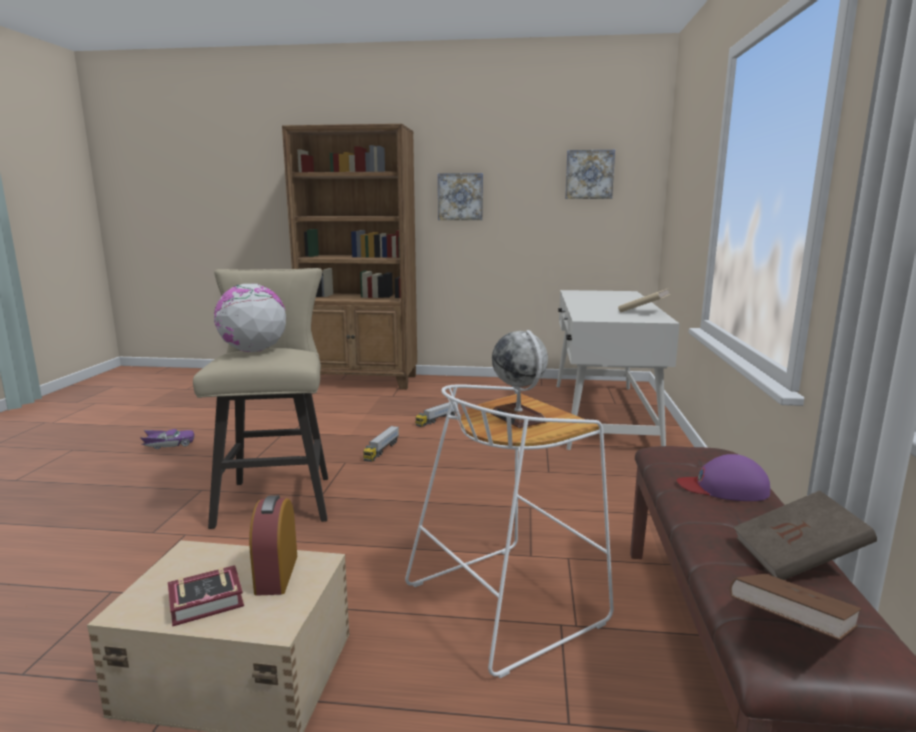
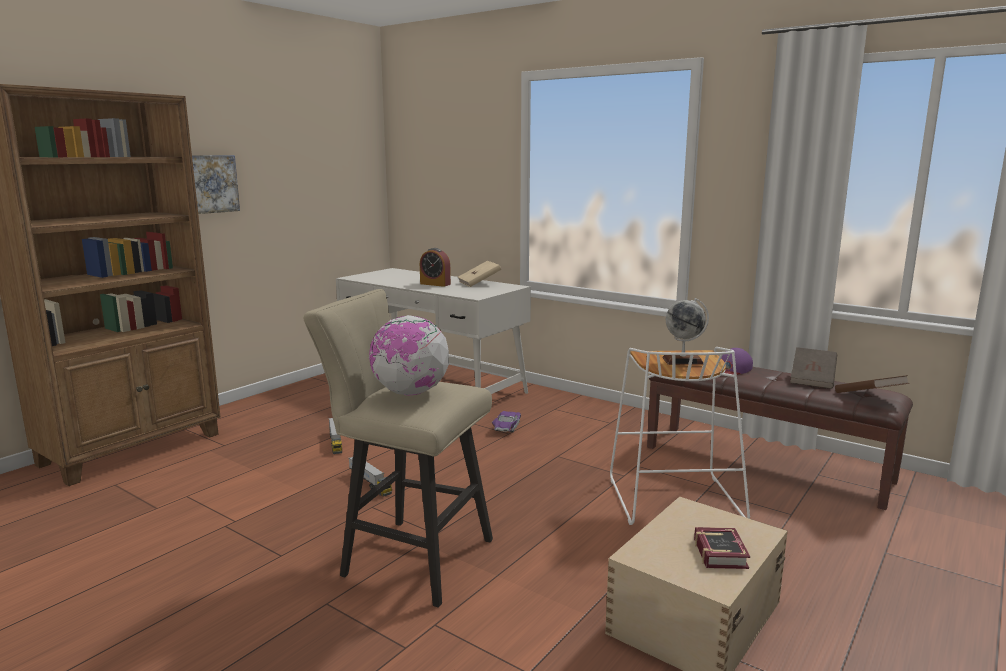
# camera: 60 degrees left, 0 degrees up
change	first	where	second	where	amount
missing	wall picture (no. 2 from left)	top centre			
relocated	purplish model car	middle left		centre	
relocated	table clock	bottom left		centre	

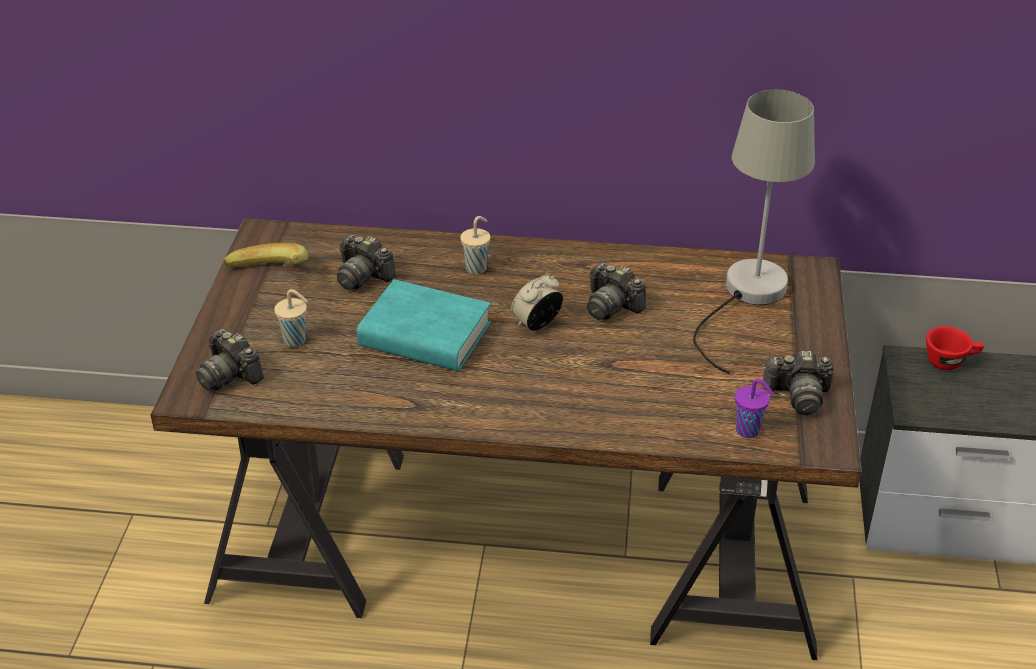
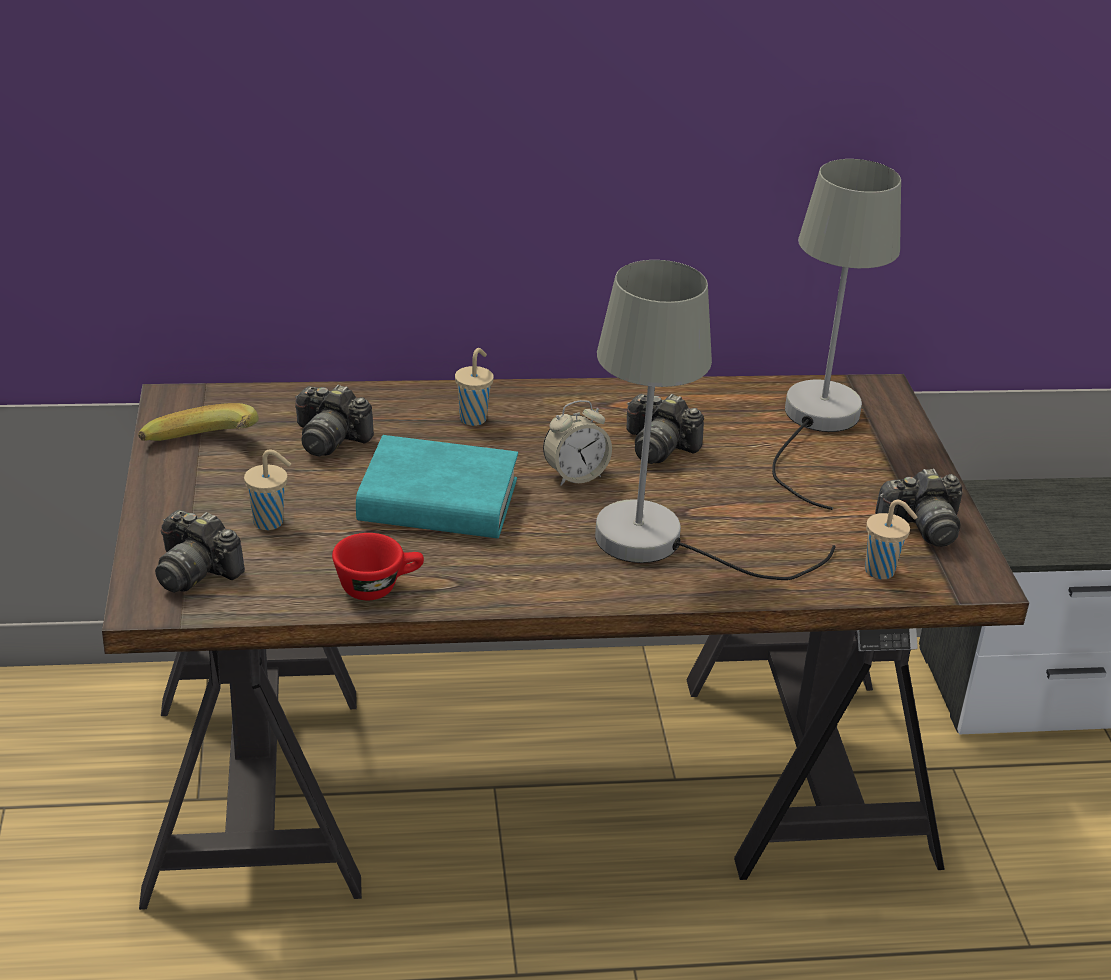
# camera: 15 degrees left, 5 degrees down
change	first	where	second	where	amount
spun	table clock	centre		centre	150 degrees counterclockwise
relocated	red-coloured small cup	middle right		centre	
colour	purplish small cup	middle right	beige-coloured small cup (no. 3 from left)	middle right	
appeared			greyish table lamp (no. 1 from left)	centre	

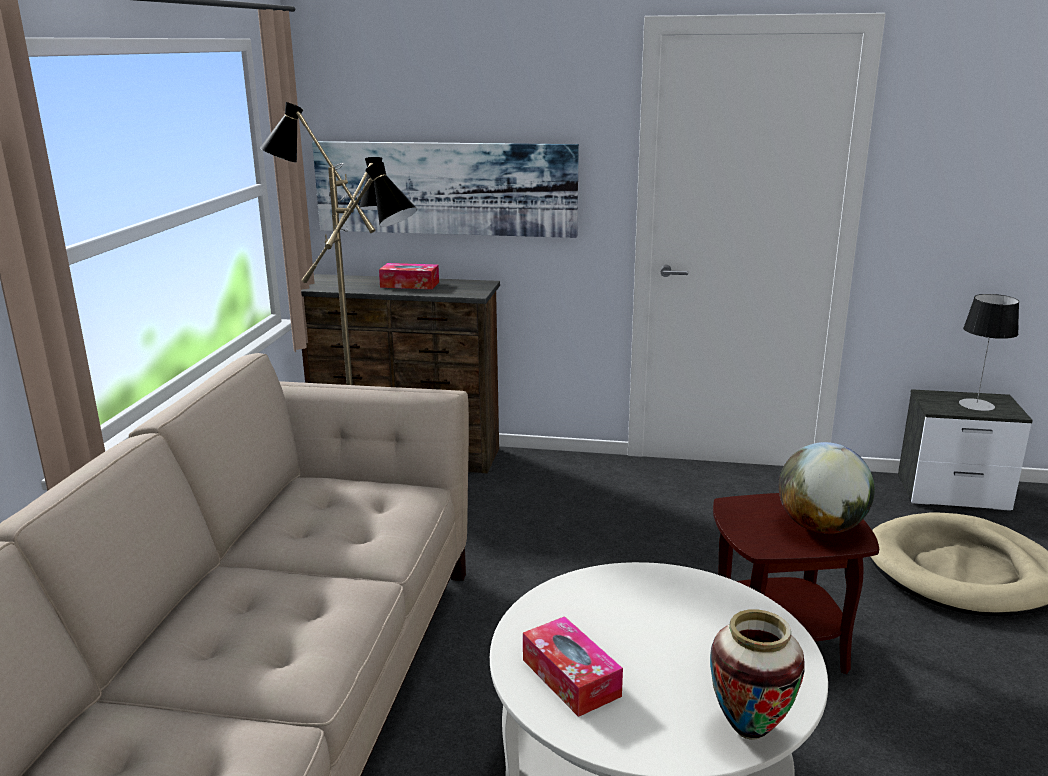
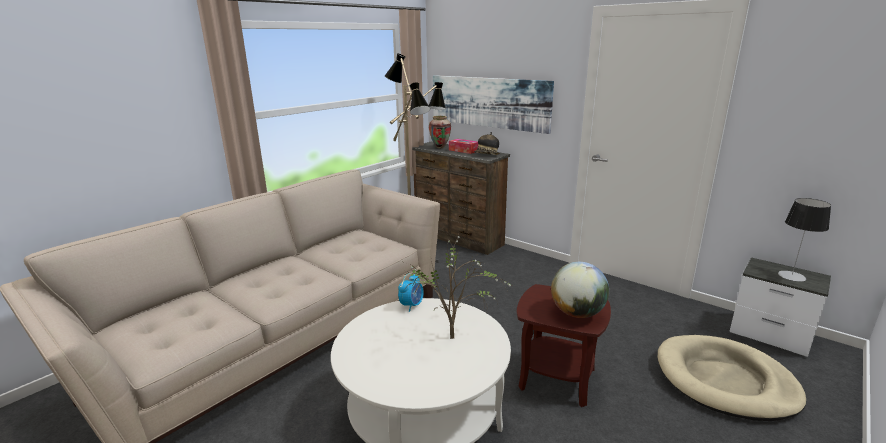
# camera: 30 degrees right, 0 degrees up
change	first	where	second	where	amount
relocated	vase	bottom right		top centre	
missing	tissue holder (no. 2 from left)	bottom centre			
appeared			hat	top centre	
appeared			potted plant	centre	
appeared			table clock	centre	

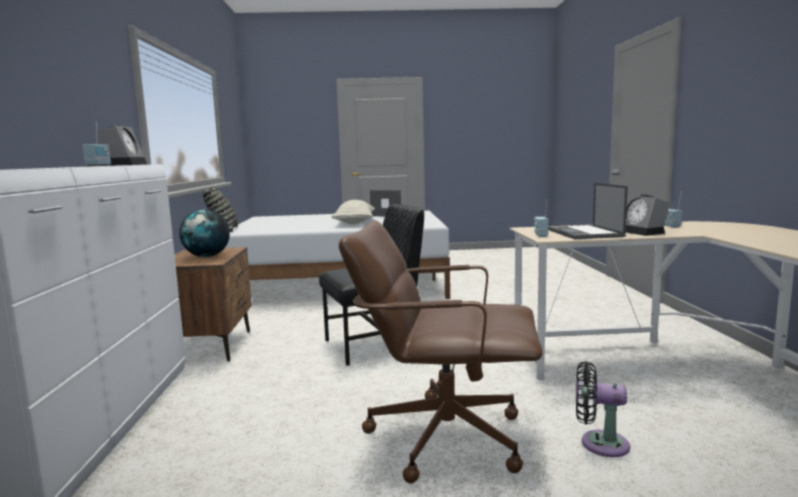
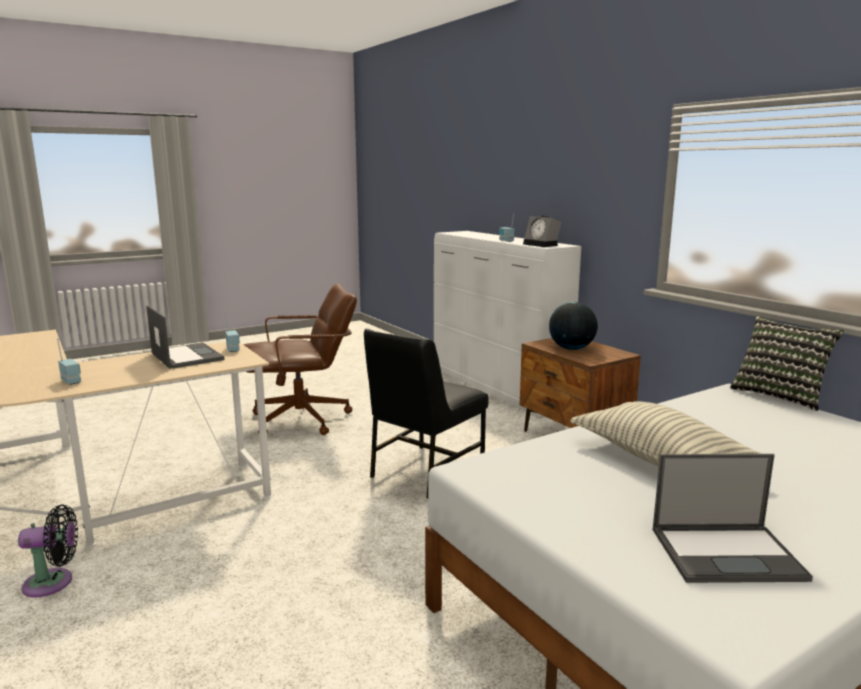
# camera: 150 degrees right, 5 degrees up
change	first	where	second	where	amount
missing	table clock (no. 2 from left)	middle right			
relocated	blackish fan	bottom right		bottom left	

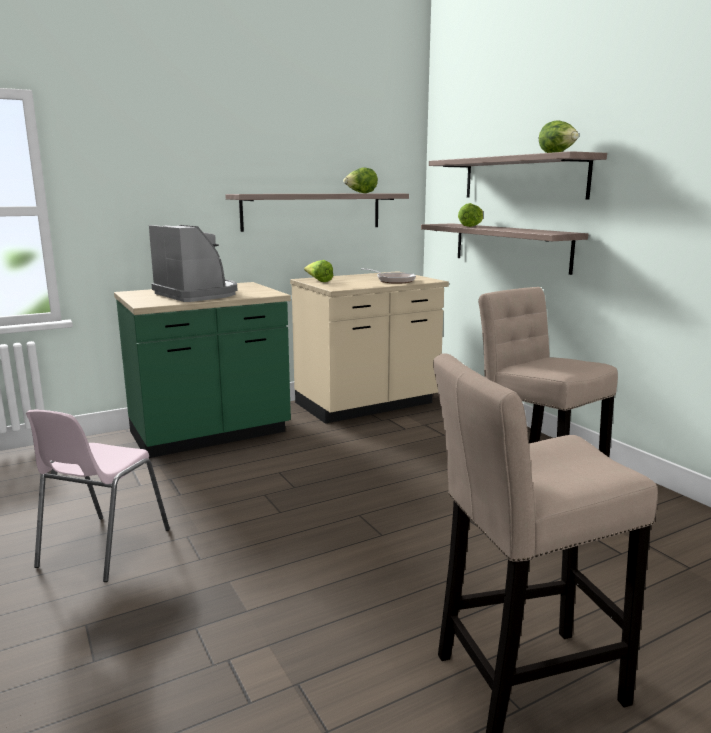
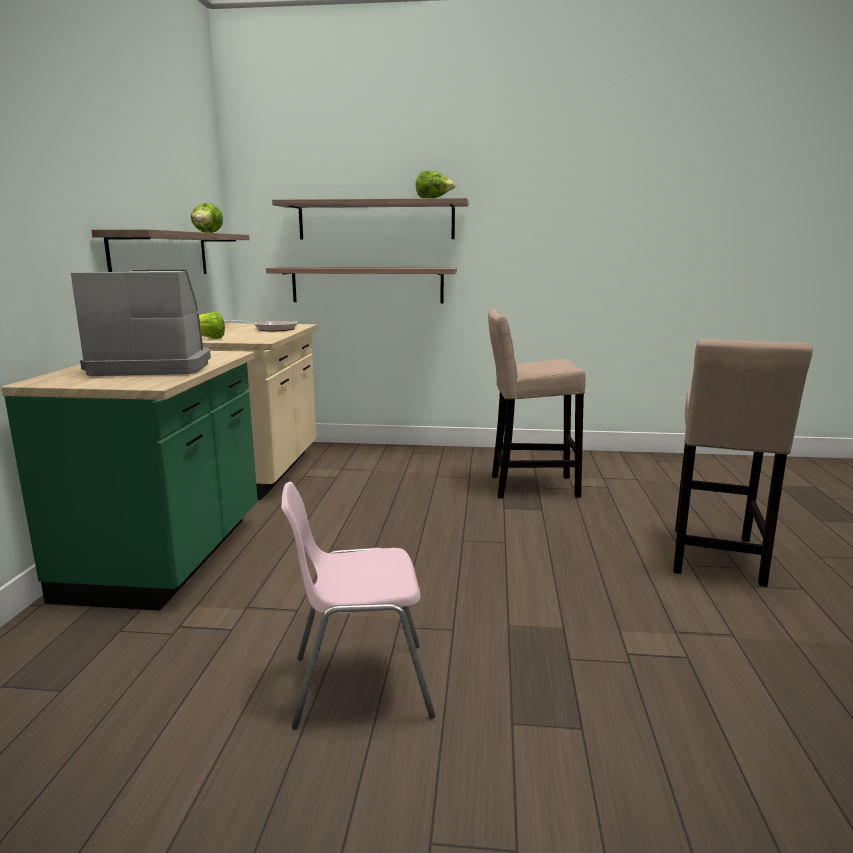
# camera: 55 degrees left, 0 degrees up
change	first	where	second	where	amount
missing	lettuce head (no. 3 from left)	top centre			
spun	pinkish plain chair	bottom left		bottom centre	120 degrees clockwise

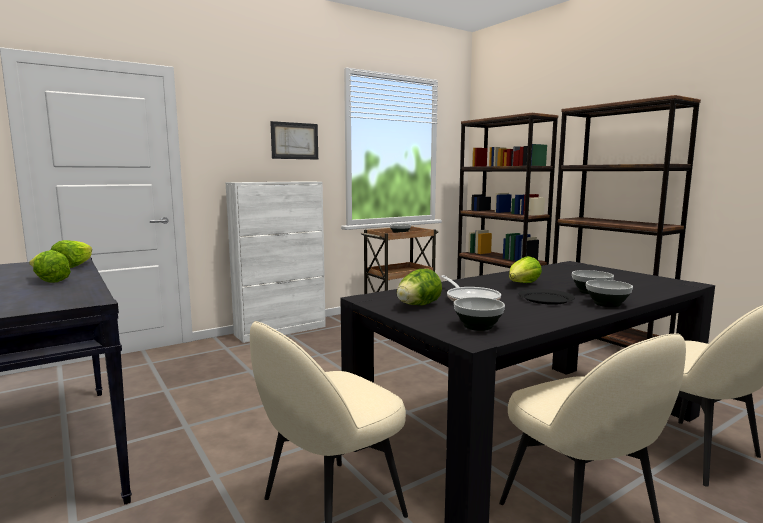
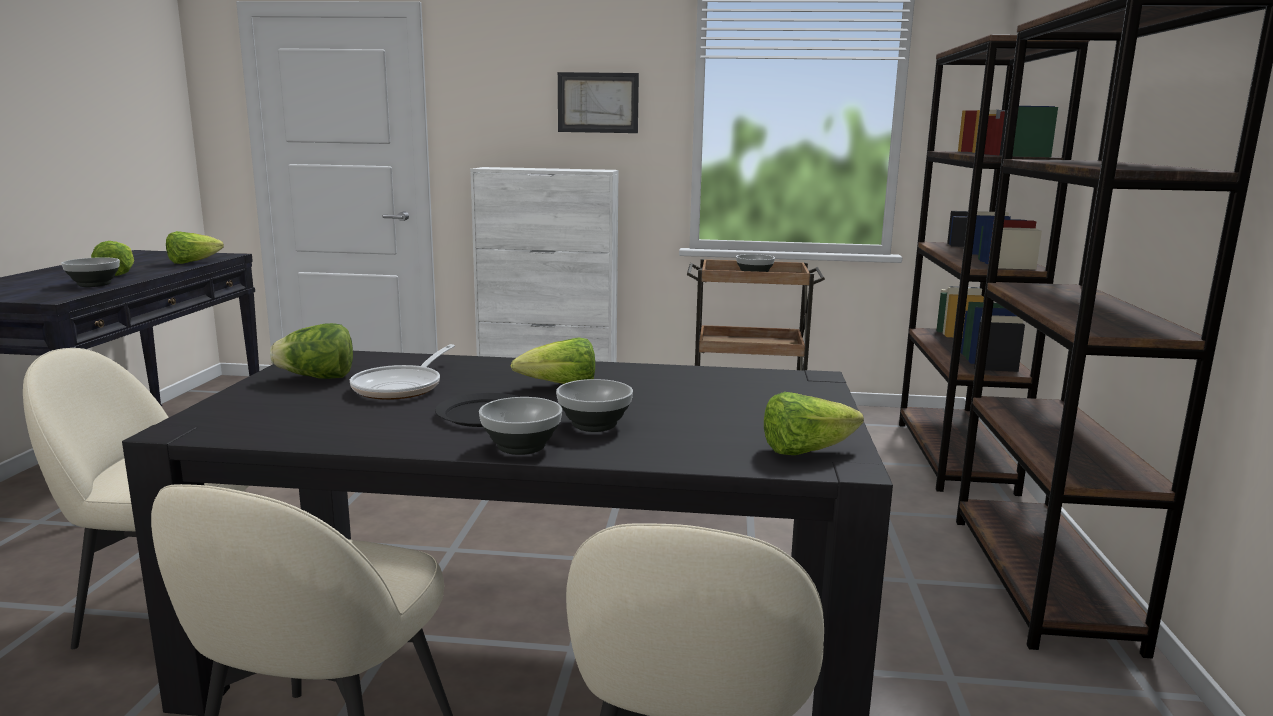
# camera: 40 degrees right, 5 degrees up
change	first	where	second	where	amount
relocated	serving bowl (no. 2 from left in the first image)	centre	serving bowl (no. 1 from left)	middle left	
appeared			lettuce head (no. 5 from left)	centre	

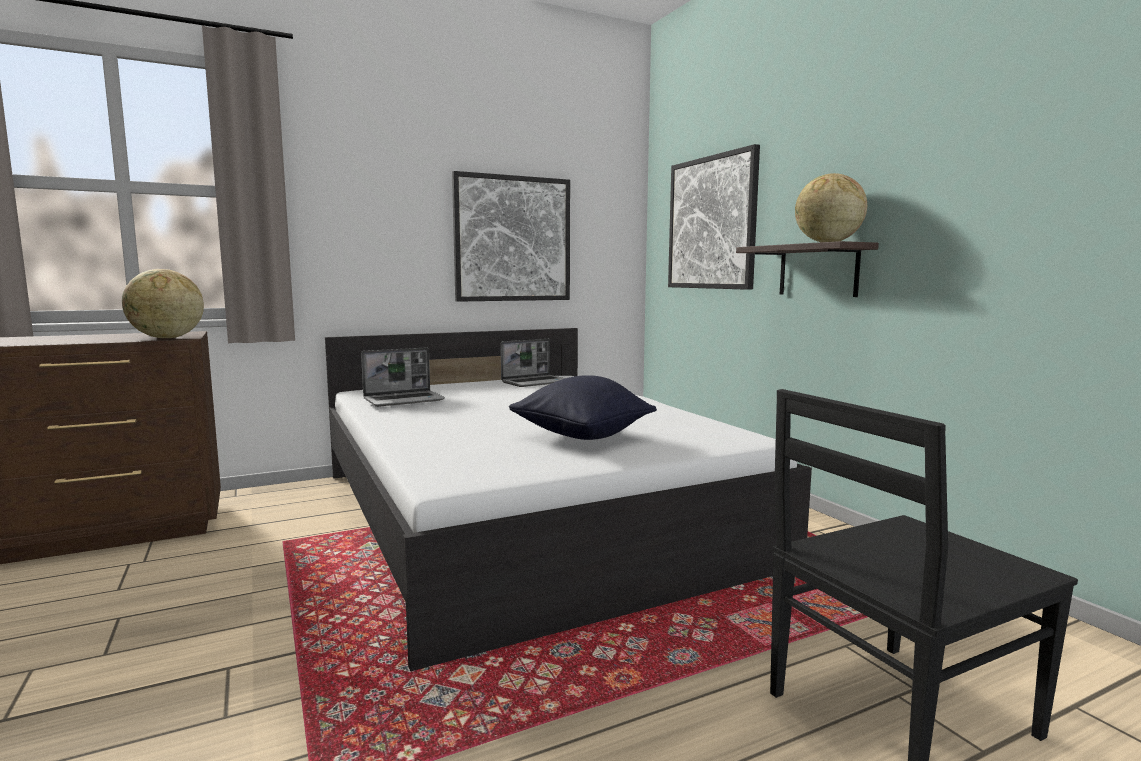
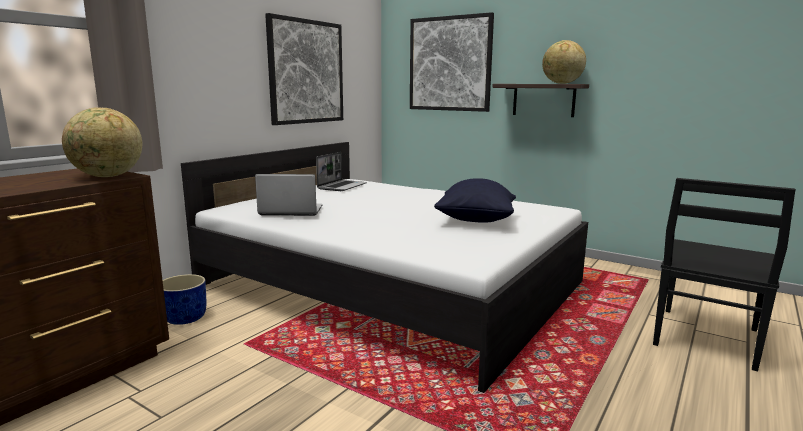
# camera: 30 degrees left, 5 degrees up
change	first	where	second	where	amount
spun	laptop (no. 1 from left)	centre		centre	120 degrees counterclockwise
appeared			bluish plant pot	bottom left	

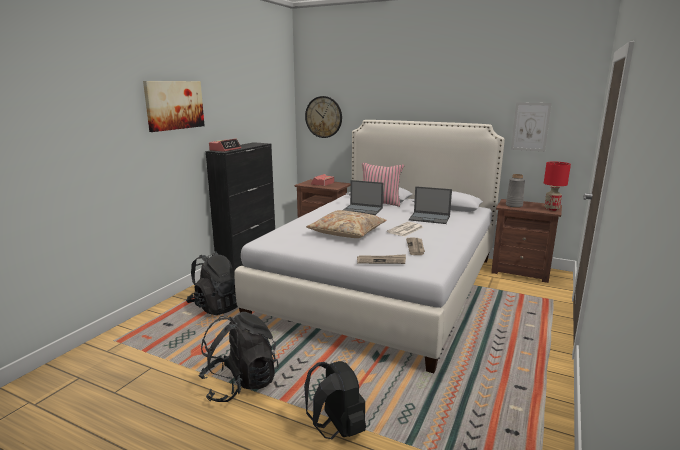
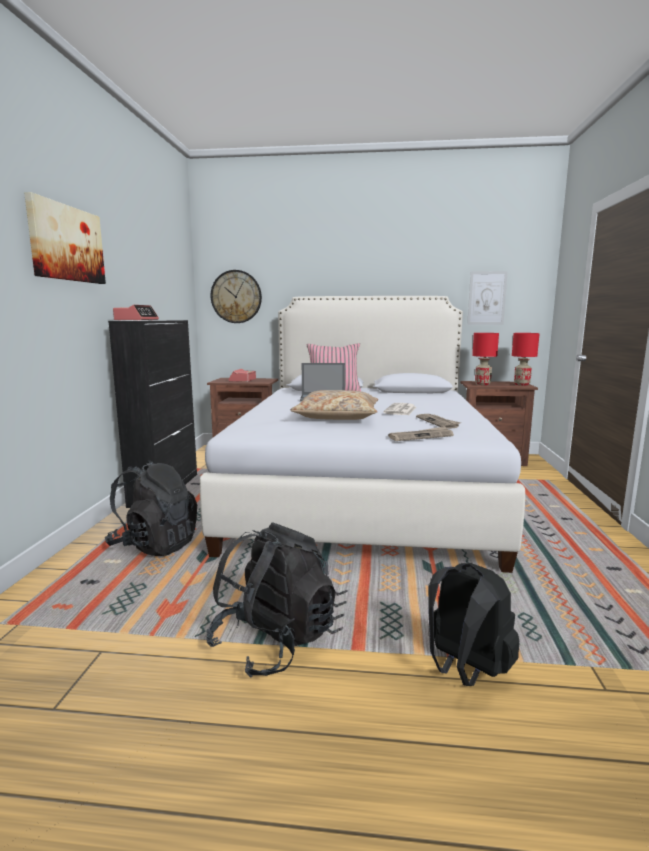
# camera: 20 degrees left, 5 degrees down
change	first	where	second	where	amount
exchanged	greyish vase	middle right	red-coloured table lamp (no. 1 from left)	middle right	
missing	laptop (no. 2 from left)	centre			

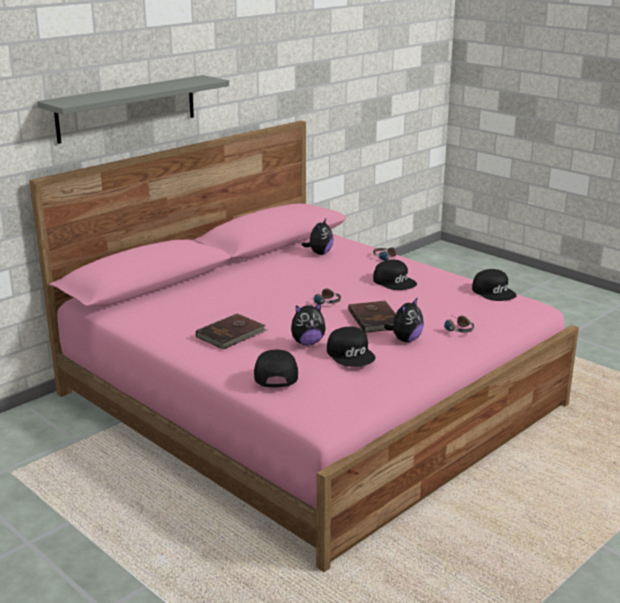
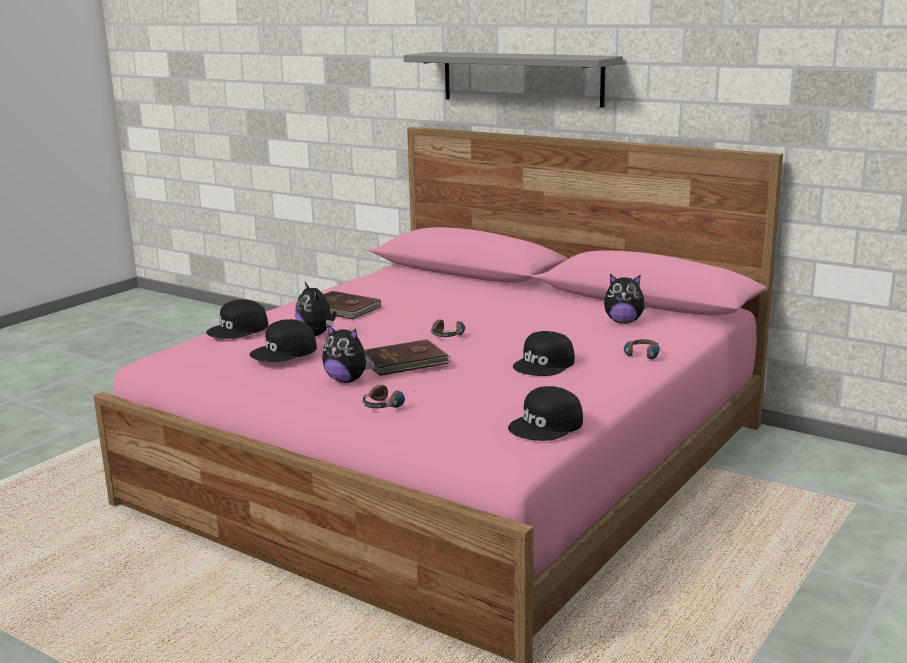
# camera: 80 degrees right, 5 degrees down
change	first	where	second	where	amount
spun	blackish peaked cap (no. 1 from left)	centre		middle left	150 degrees clockwise

